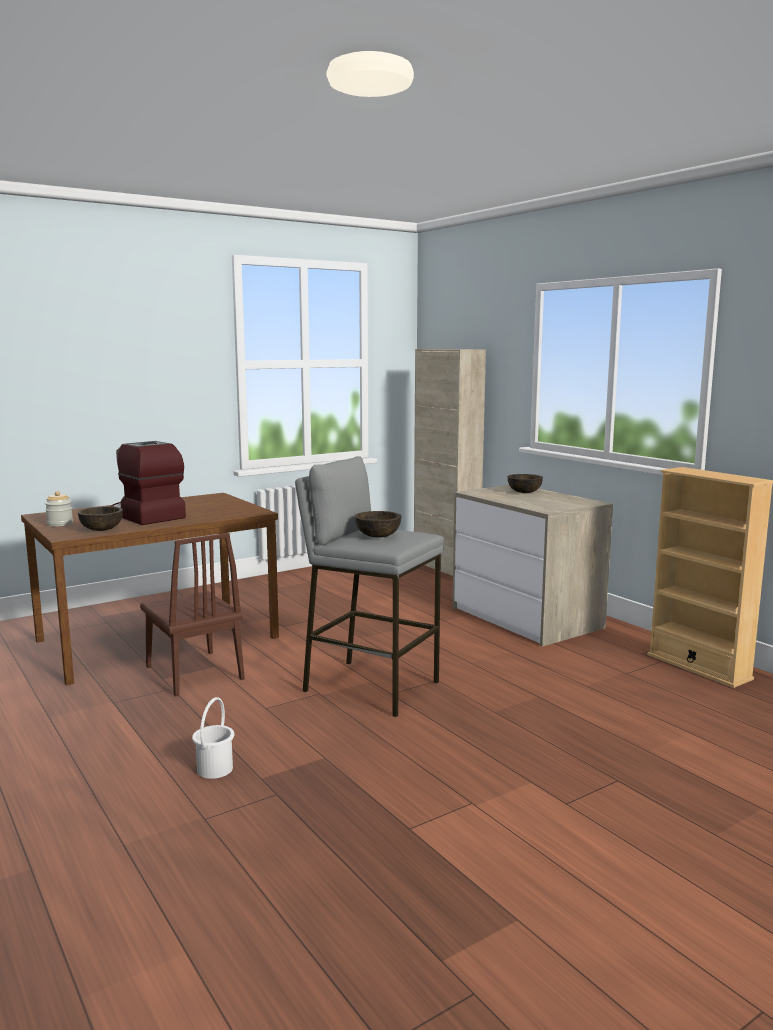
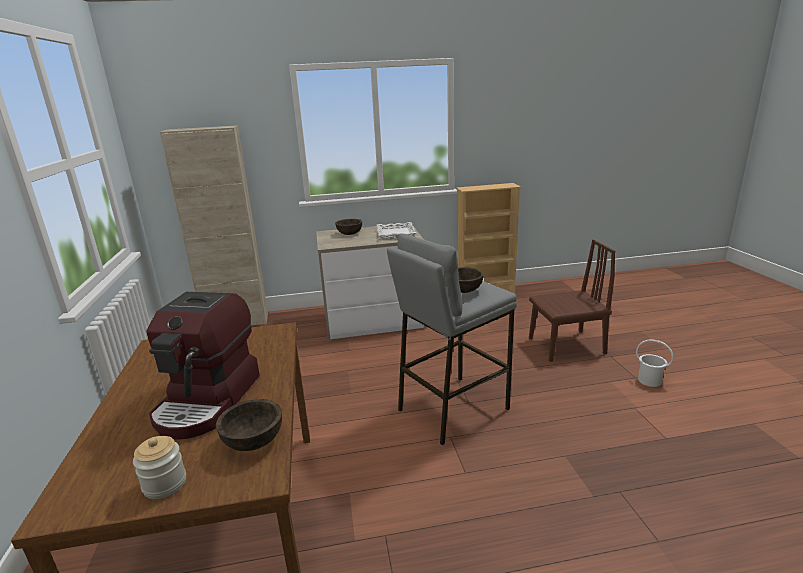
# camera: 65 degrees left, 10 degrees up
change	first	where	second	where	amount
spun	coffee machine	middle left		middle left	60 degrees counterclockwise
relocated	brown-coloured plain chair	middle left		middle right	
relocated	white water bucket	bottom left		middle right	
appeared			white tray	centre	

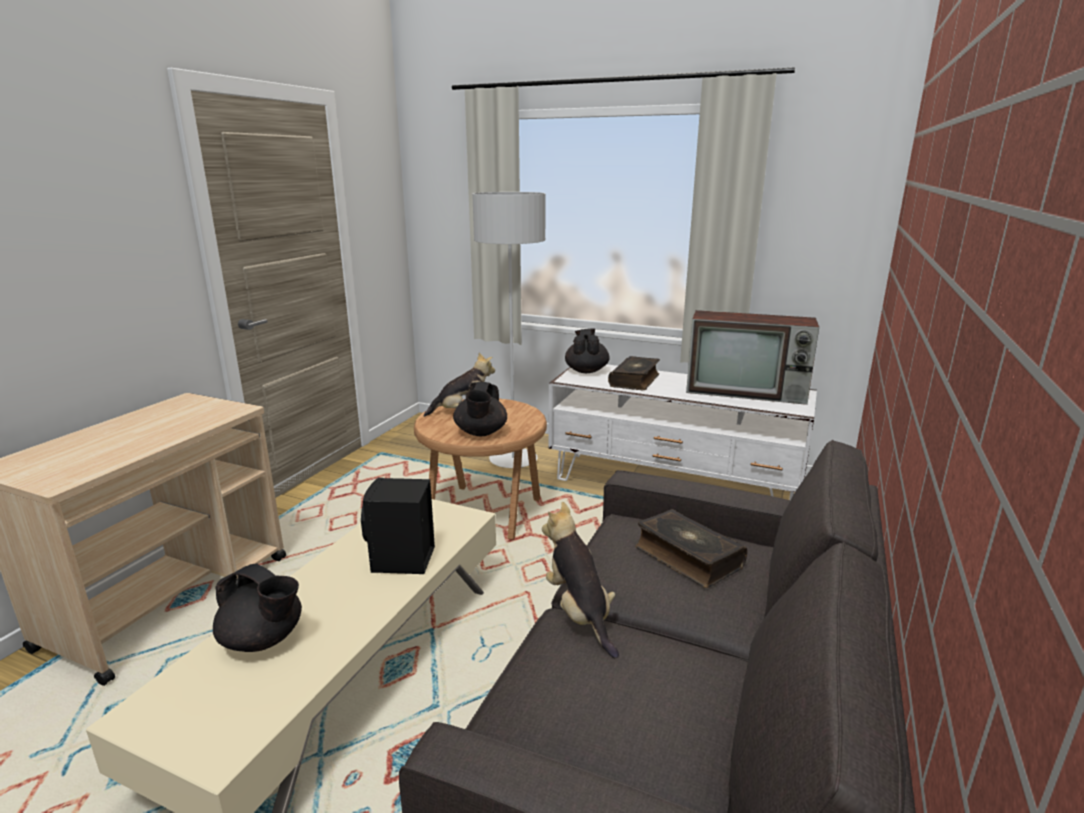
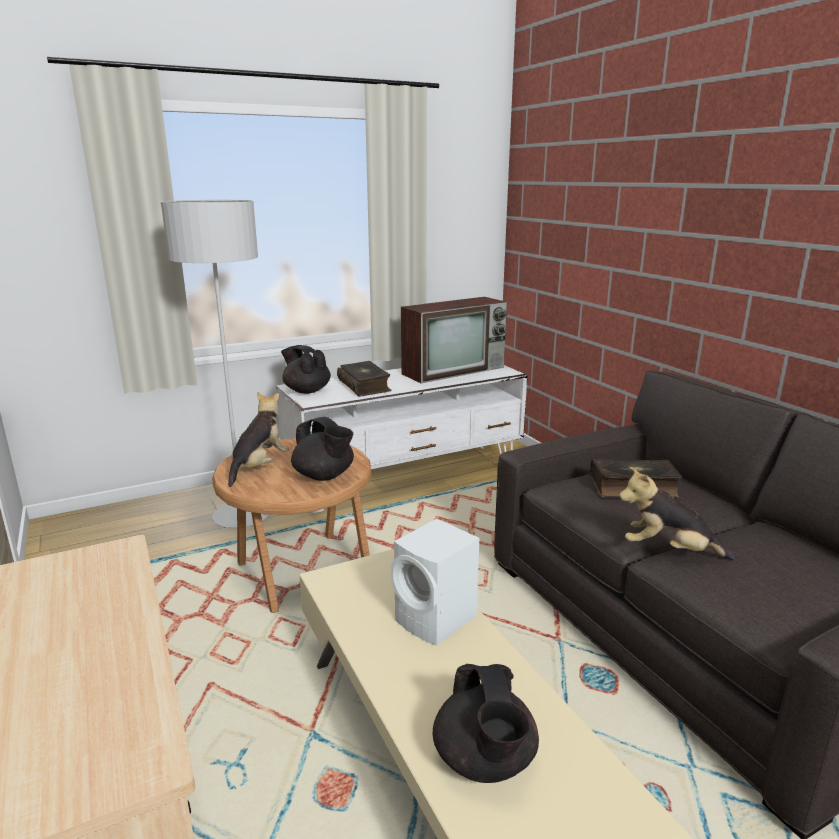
# camera: 50 degrees left, 0 degrees up
change	first	where	second	where	amount
colour	blackish loudspeaker	centre	white loudspeaker	bottom centre	
spun	blackish pot for tea (no. 1 from left in the first image)	bottom left	blackish pot for tea (no. 3 from left)	bottom centre	105 degrees clockwise

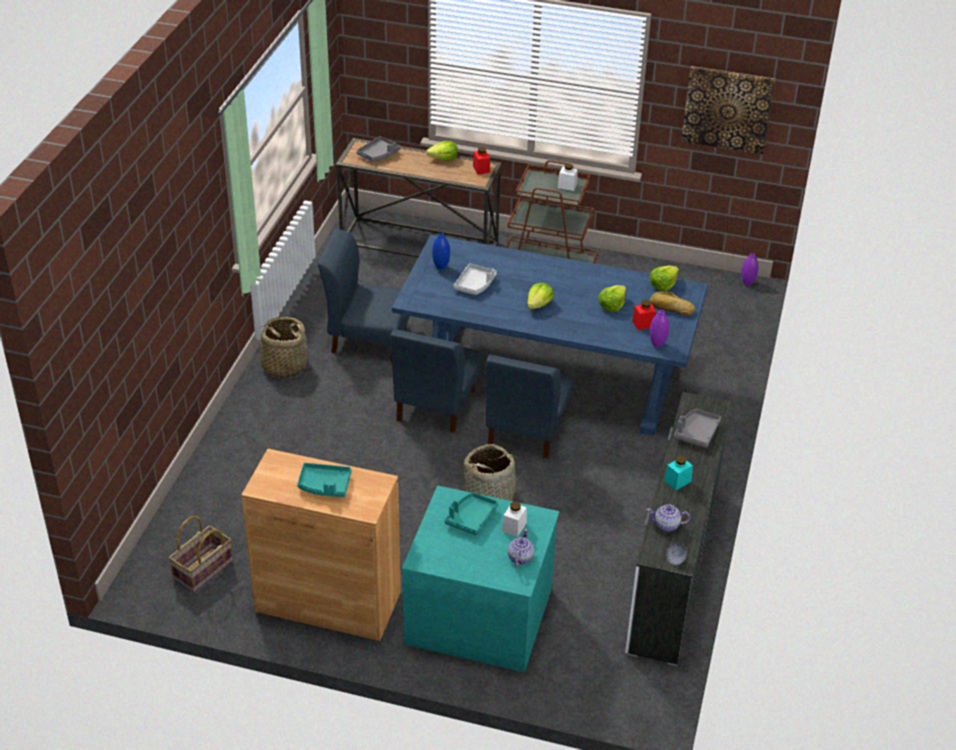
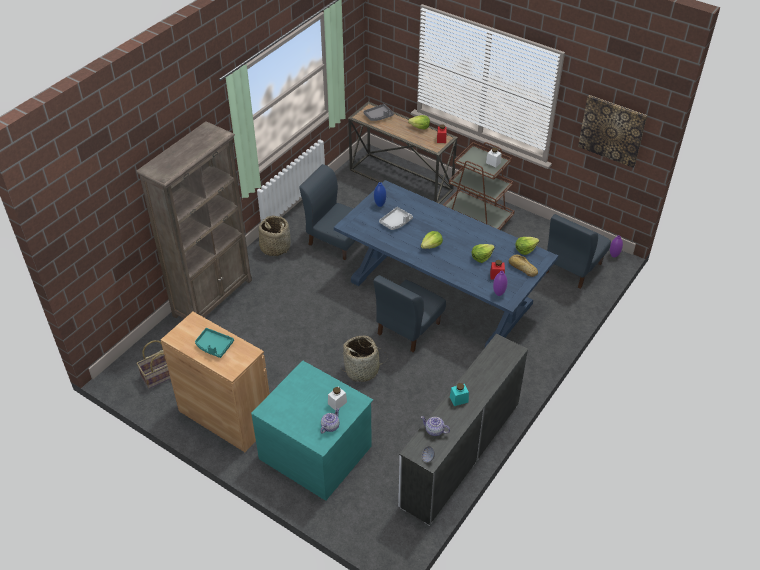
# camera: 20 degrees right, 5 degrees up
change	first	where	second	where	amount
relocated	bluish plain chair (no. 2 from left in the first image)	centre	bluish plain chair (no. 3 from left)	middle right	
missing	greyish tray (no. 3 from left)	middle right			
missing	turquoise tray (no. 2 from left)	bottom centre			
appeared			brown-coloured shelving unit	middle left	

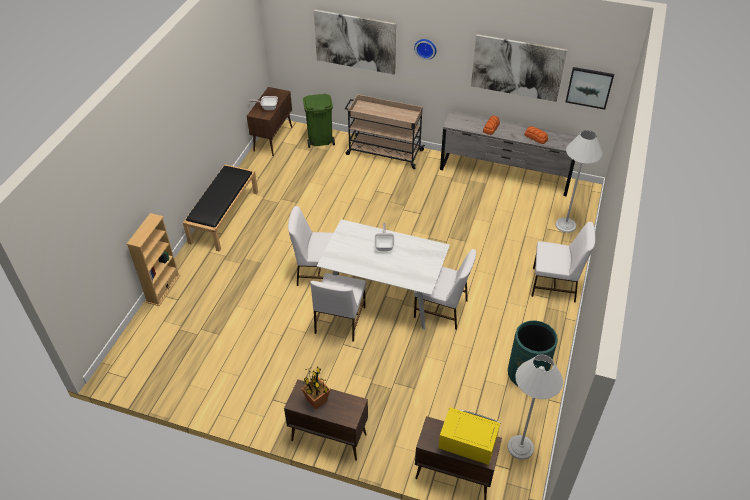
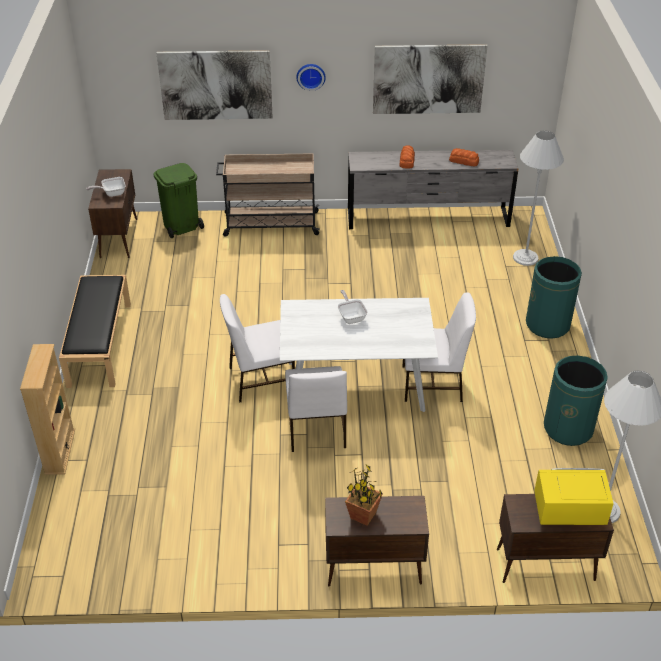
# camera: 20 degrees left, 5 degrees down
change	first	where	second	where	amount
missing	wall picture (no. 3 from left)	top right			
exchanged	white plain chair (no. 4 from left)	middle right	greenish rubbish bin (no. 2 from left)	middle right	

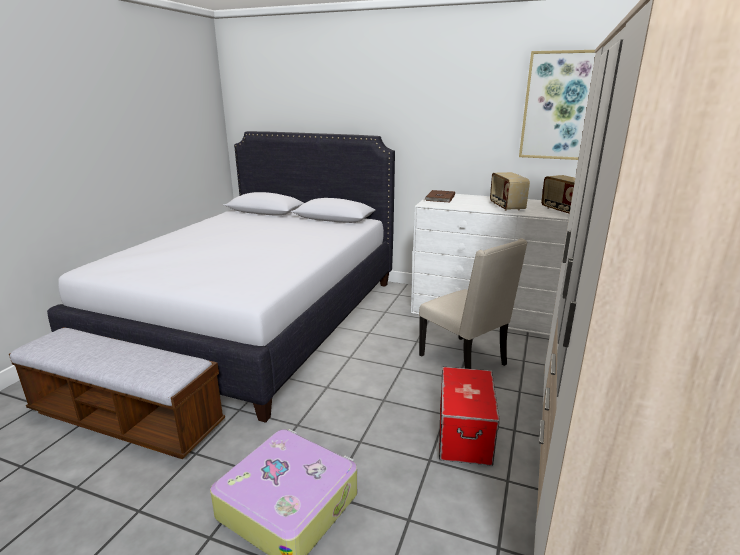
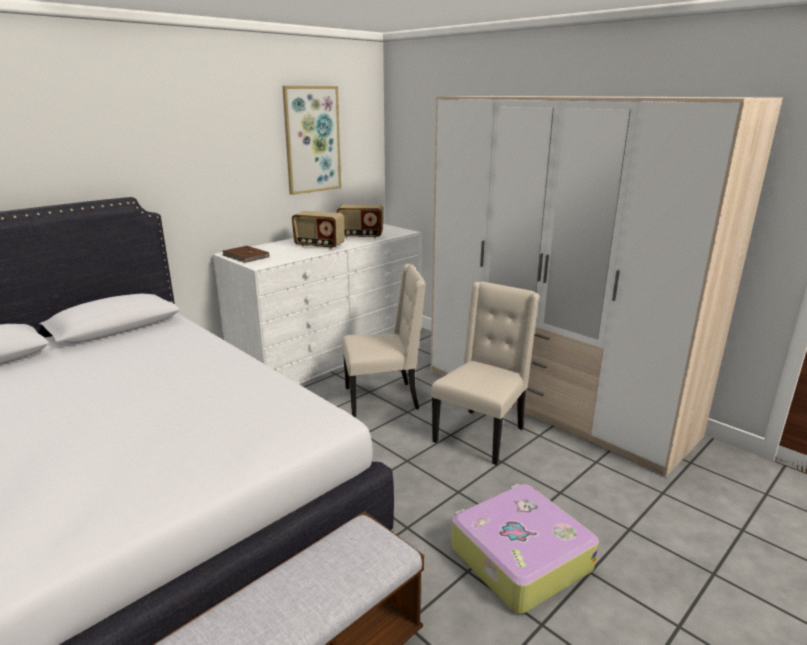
# camera: 65 degrees left, 0 degrees up
change	first	where	second	where	amount
exchanged	storage bin	bottom centre	beige-coloured plain chair (no. 2 from left)	centre	

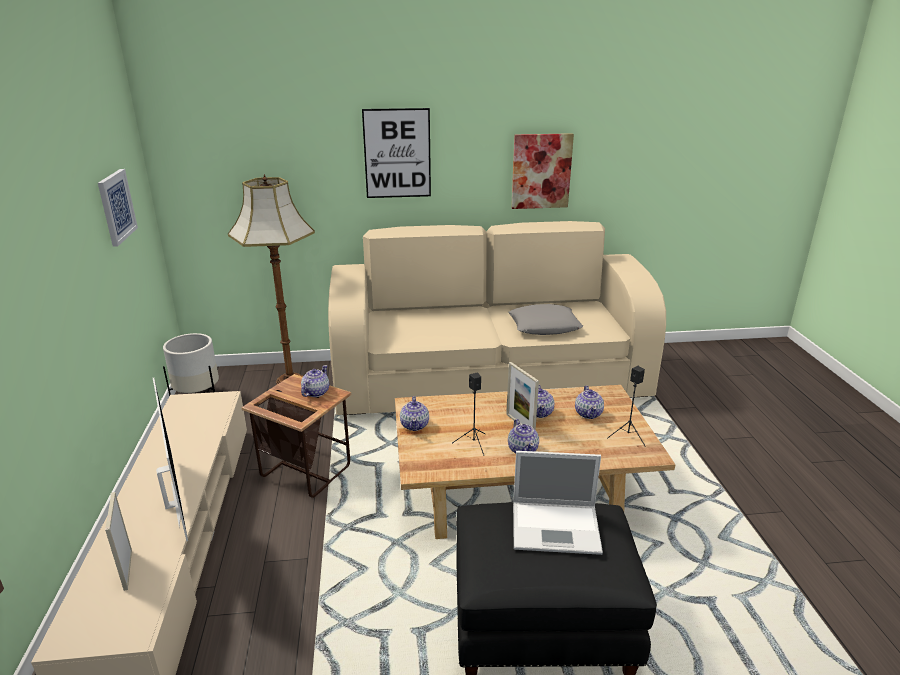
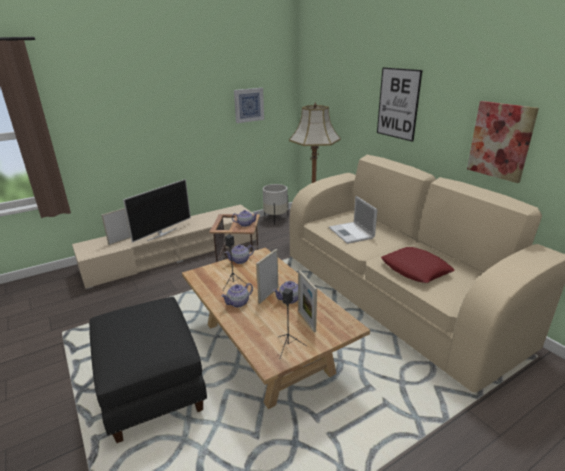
# camera: 65 degrees right, 0 degrees up
change	first	where	second	where	amount
colour	greyish cushion	centre	red-coloured cushion	middle right	
exchanged	pot for tea (no. 5 from left)	centre	standing frame (no. 3 from left)	centre	
relocated	laptop	bottom centre		centre	

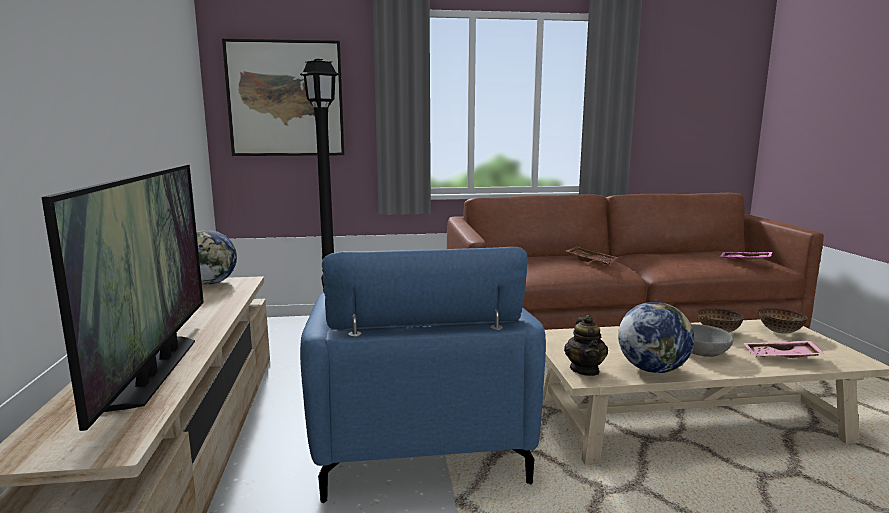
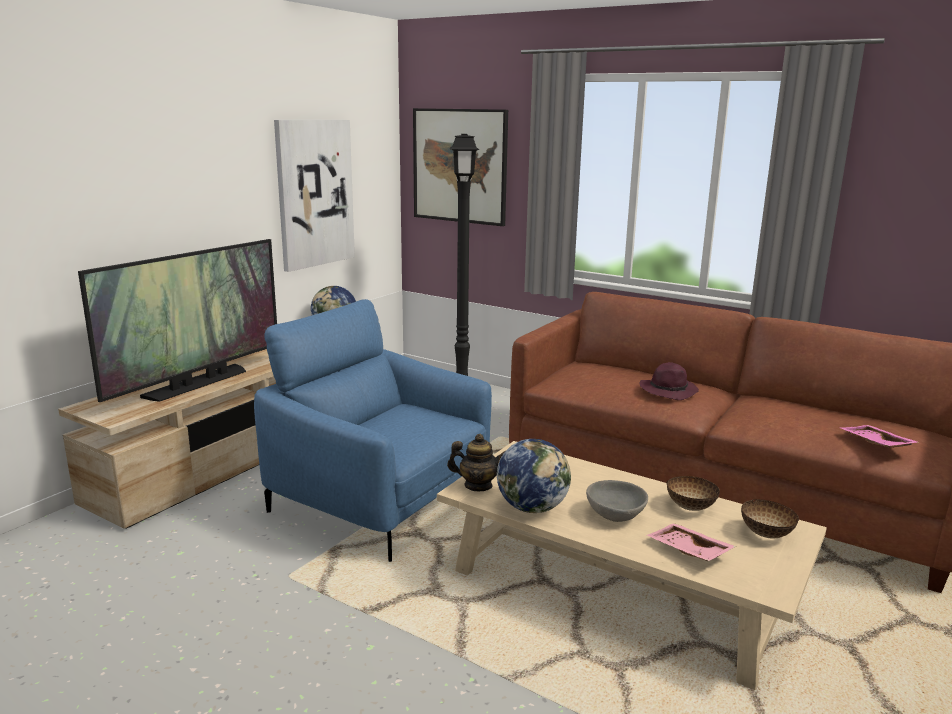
# camera: 40 degrees right, 5 degrees up
change	first	where	second	where	amount
exchanged	brown-coloured tray	centre	purplish hat	middle right	
spun	bluish armchair	bottom centre		centre	90 degrees clockwise
spun	pot for tea	bottom centre		centre	120 degrees counterclockwise
appeared			wall picture (no. 1 from left)	top left	

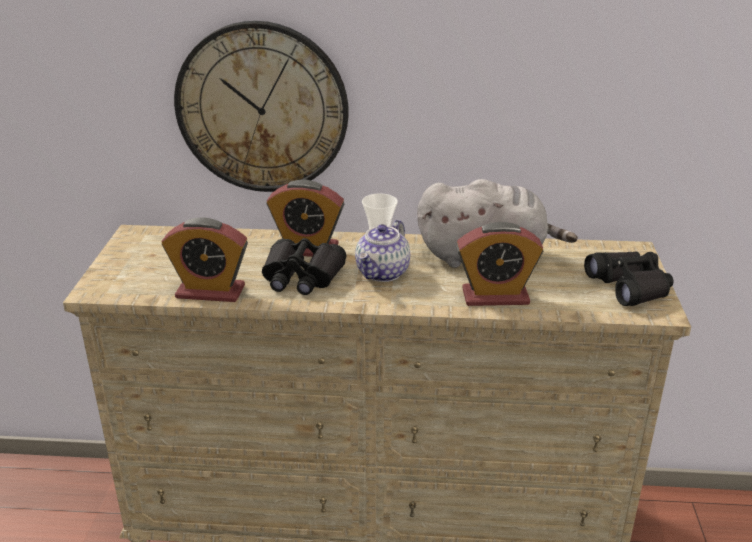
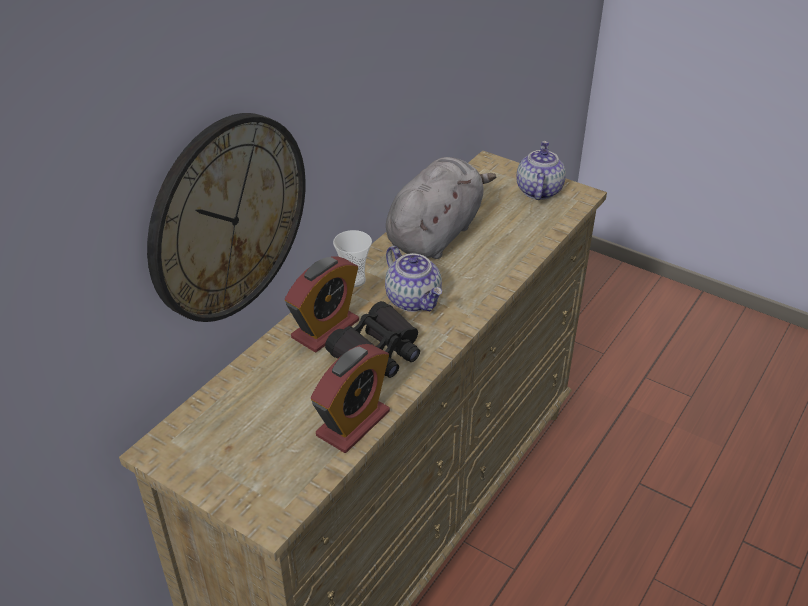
# camera: 60 degrees left, 10 degrees up
change	first	where	second	where	amount
missing	table clock (no. 3 from left)	centre			
exchanged	blackish binoculars (no. 2 from left)	middle right	pot for tea (no. 2 from left)	top right	

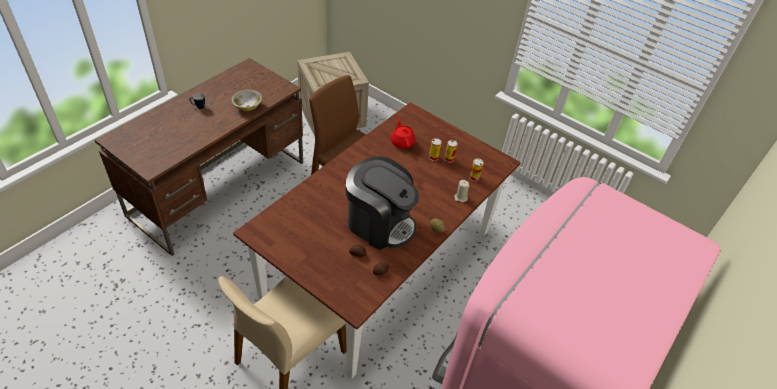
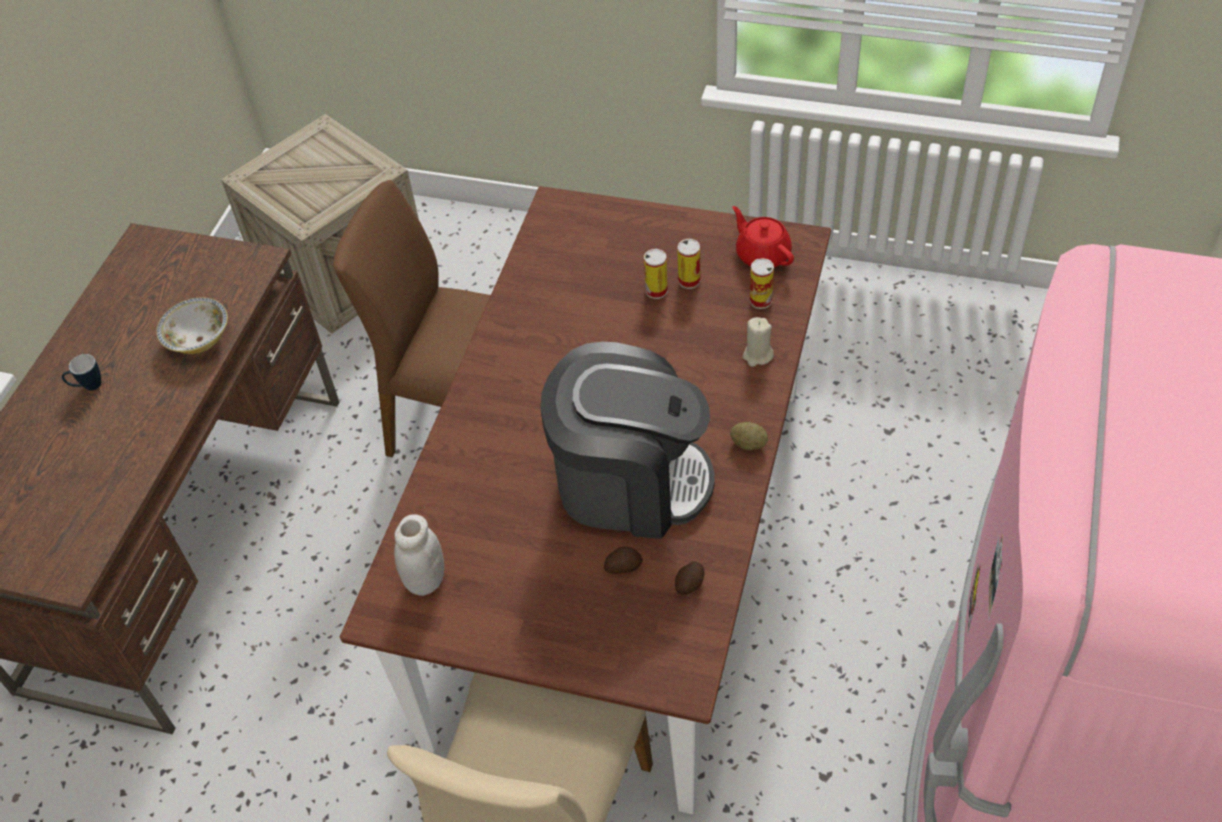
# camera: 15 degrees left, 5 degrees up
change	first	where	second	where	amount
relocated	red-coloured pot for tea	centre		top centre	
appeared			white storage jar	bottom centre	

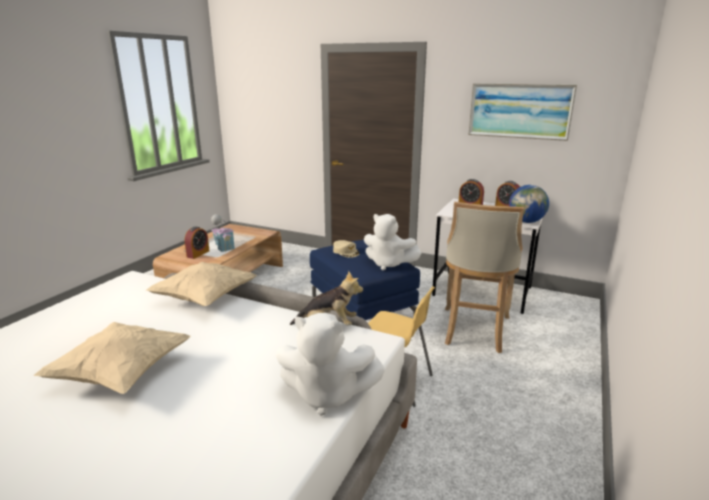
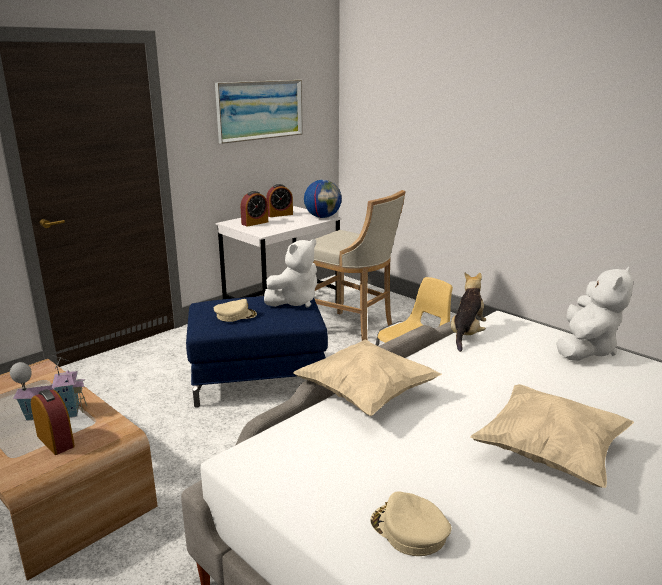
# camera: 70 degrees left, 0 degrees up
change	first	where	second	where	amount
appeared			beige-coloured peaked cap (no. 2 from left)	bottom centre	

